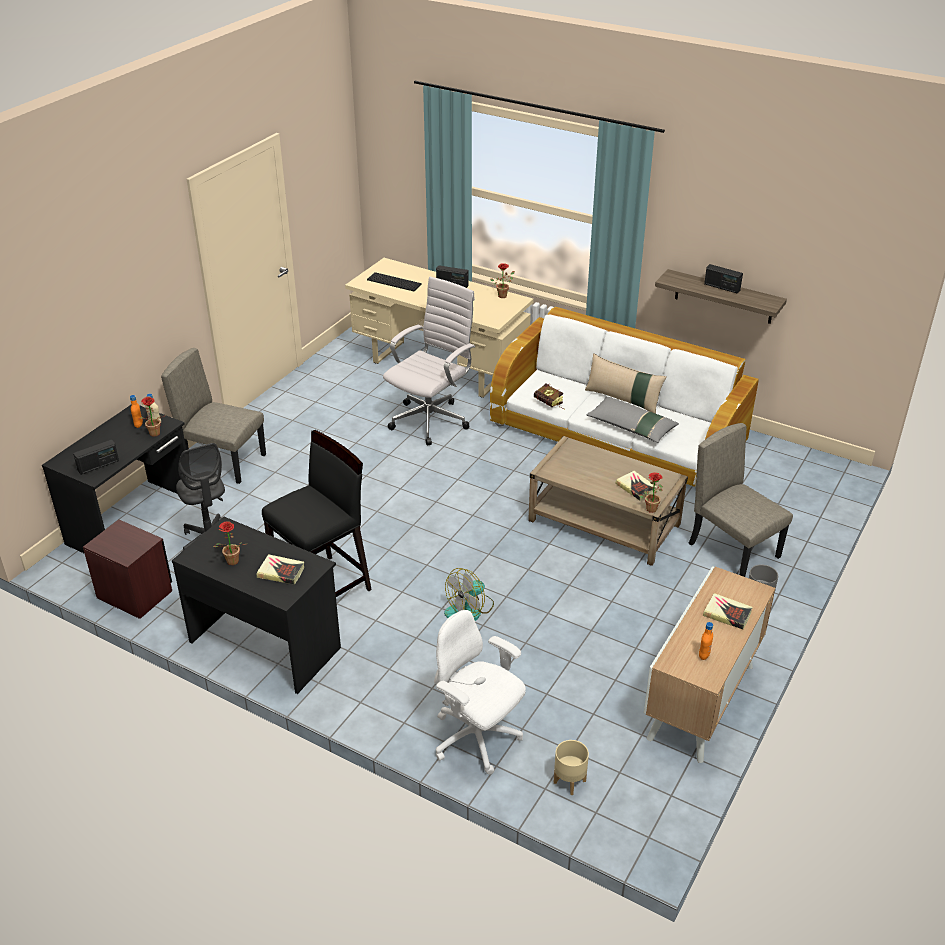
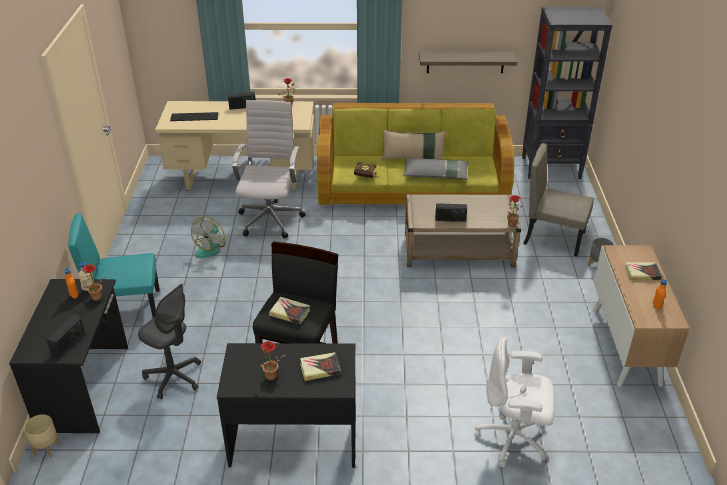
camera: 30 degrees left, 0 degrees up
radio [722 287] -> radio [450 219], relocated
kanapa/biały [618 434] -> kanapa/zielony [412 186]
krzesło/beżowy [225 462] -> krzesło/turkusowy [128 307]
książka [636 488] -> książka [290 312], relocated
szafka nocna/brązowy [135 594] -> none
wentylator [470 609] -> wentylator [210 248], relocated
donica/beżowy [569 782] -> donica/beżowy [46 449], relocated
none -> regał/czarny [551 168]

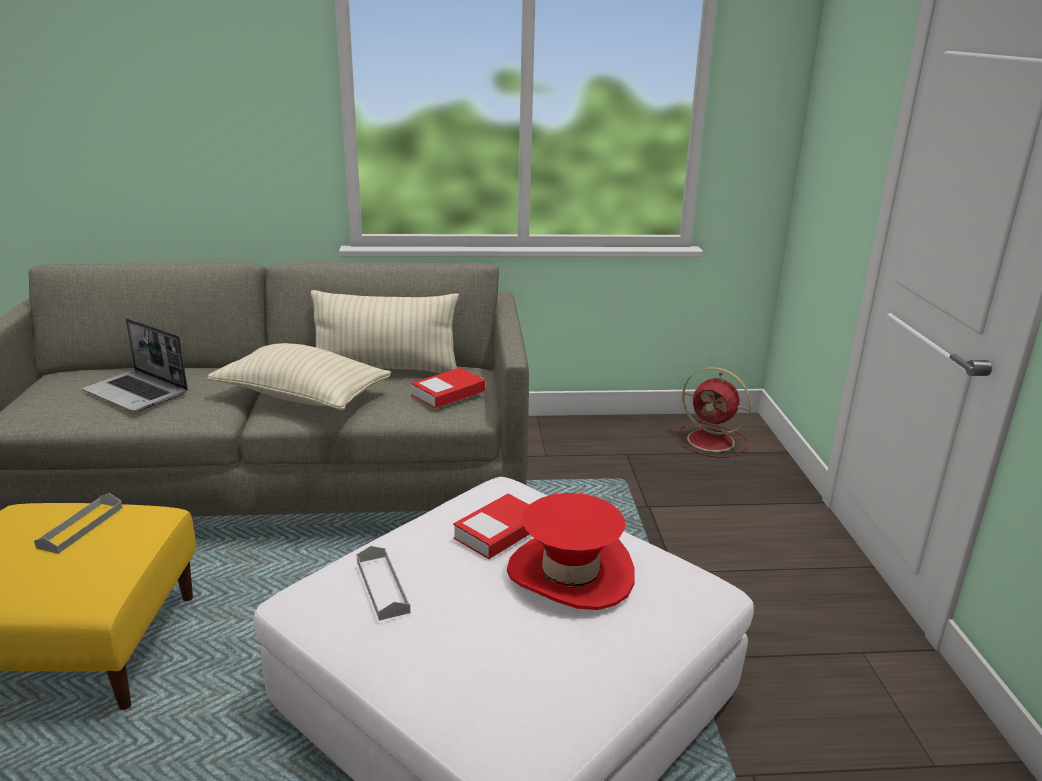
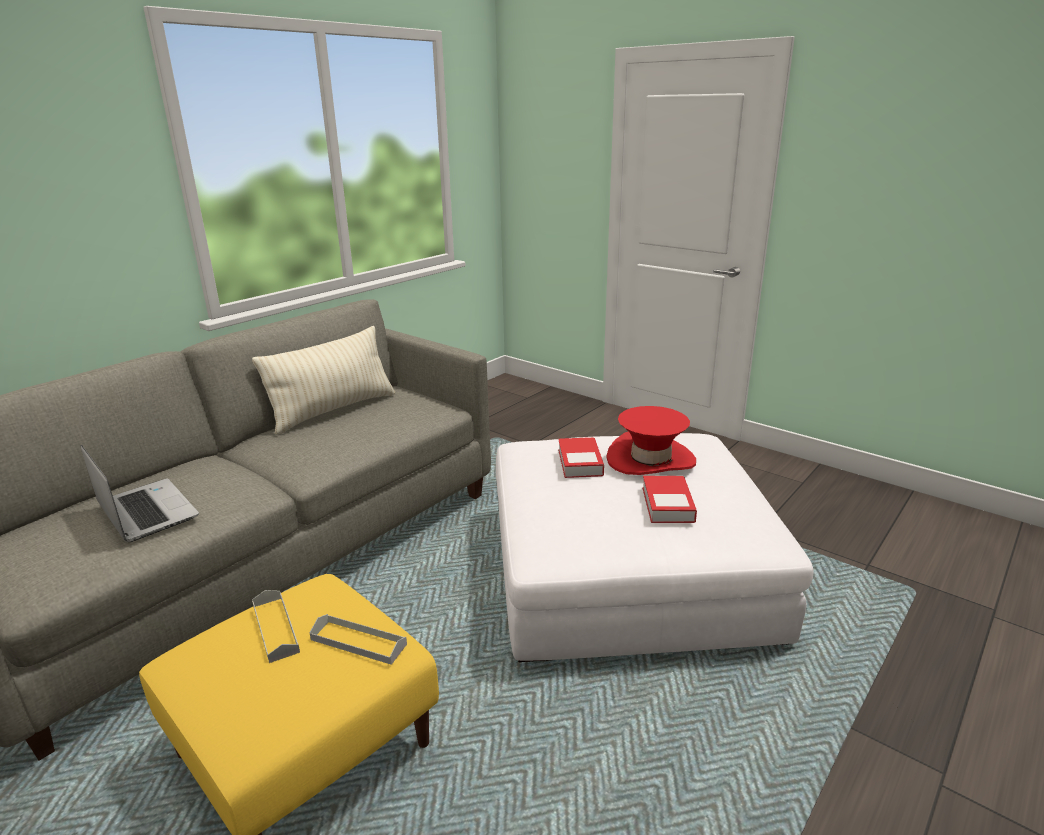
camera: 45 degrees left, 0 degrees up
laptop [138 393] -> laptop [146 512], 120 degrees counterclockwise
poduszka/beżowy [302 397] -> none
wentylator/czerwony [713 441] -> none
książka [448 393] -> książka [667 504], relocated
taca/szary [382 586] -> taca/szary [358 642], relocated

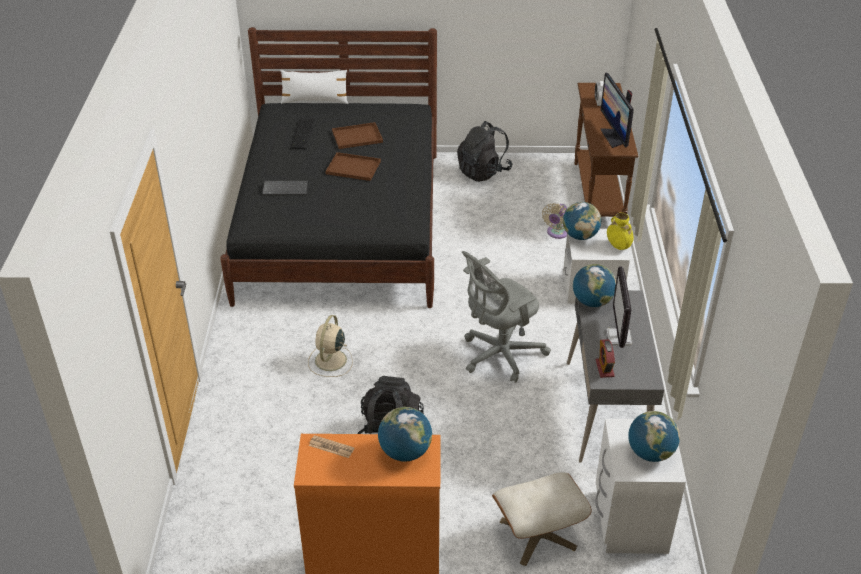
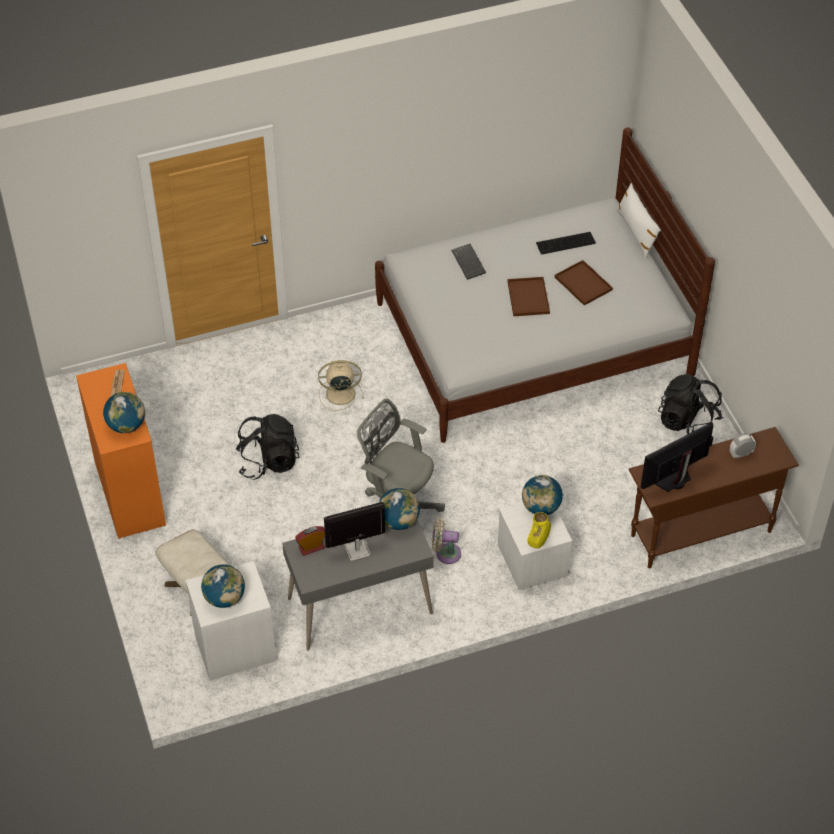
camera: 70 degrees right, 10 degrees up
łóżko/czarny [341 224] -> łóżko/biały [532 338]
wentylator/beżowy [556 233] -> wentylator/beżowy [445 553], relocated

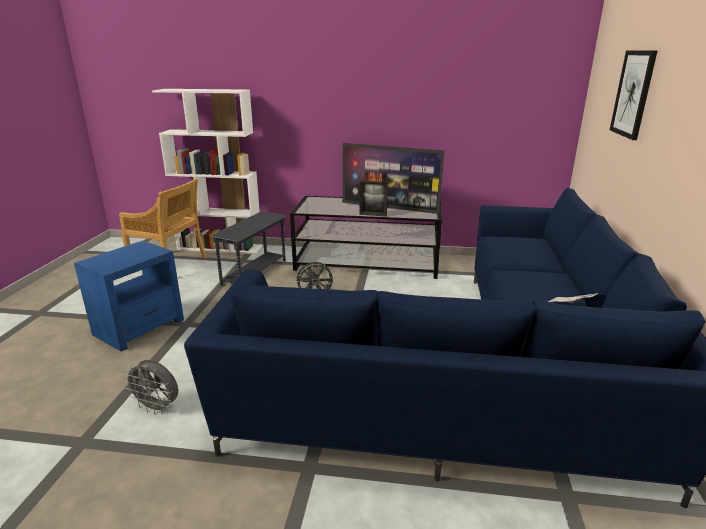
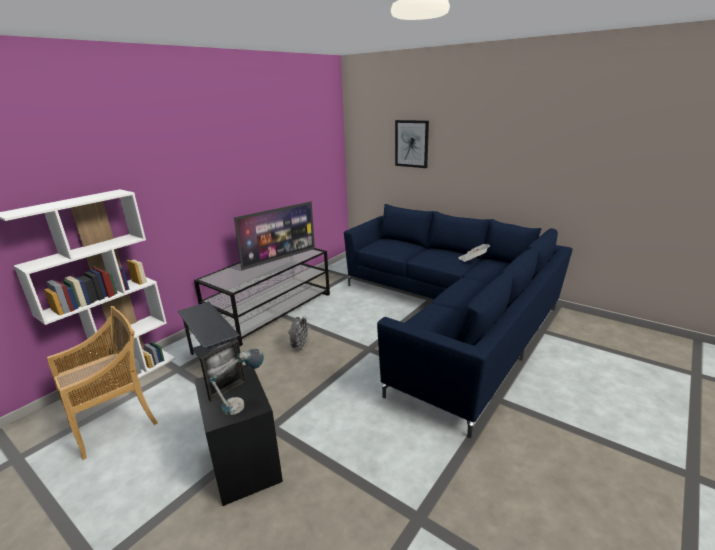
camera: 60 degrees left, 0 degrees up
ramka na zdjęcie [373 215] -> ramka na zdjęcie [227 390], relocated
stolik/niebieski [140 327] -> stolik/czarny [244 462]
wentylator/szary [158 408] -> none
none -> lampa stołowa [243 404]

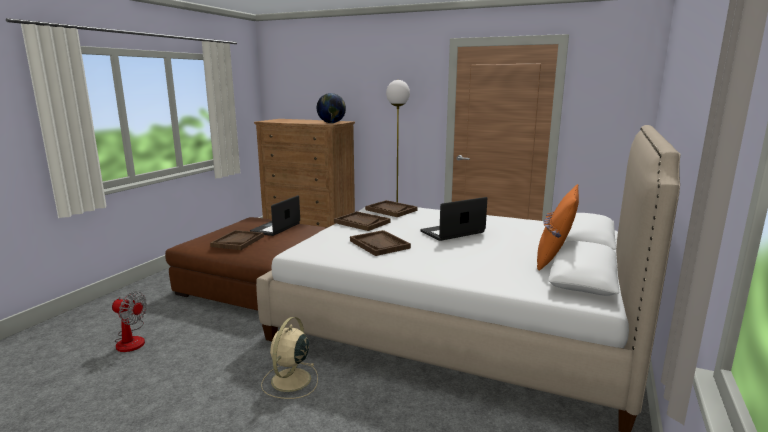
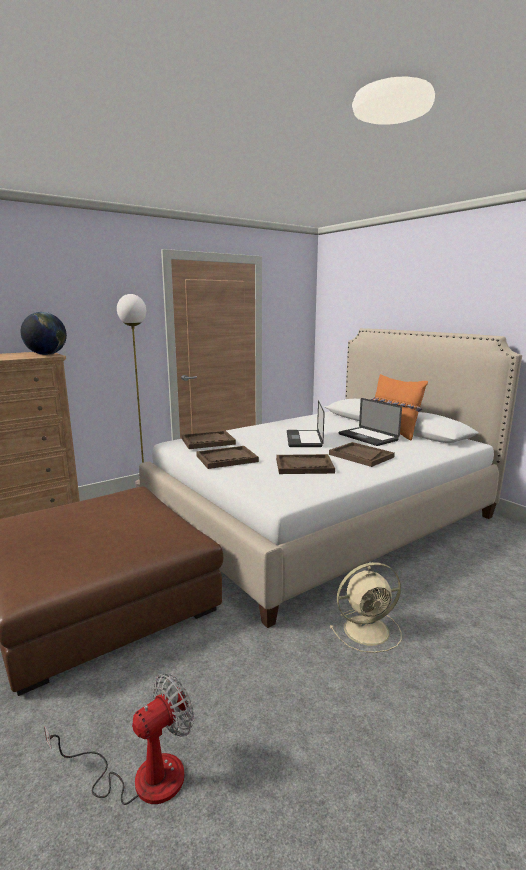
camera: 60 degrees left, 0 degrees up
laptop [276 228] -> laptop [368 437], relocated
taca/brązowy [238 241] -> taca/brązowy [361 456], relocated
wentylator/beżowy [290 381] -> wentylator/beżowy [368 629], 60 degrees counterclockwise

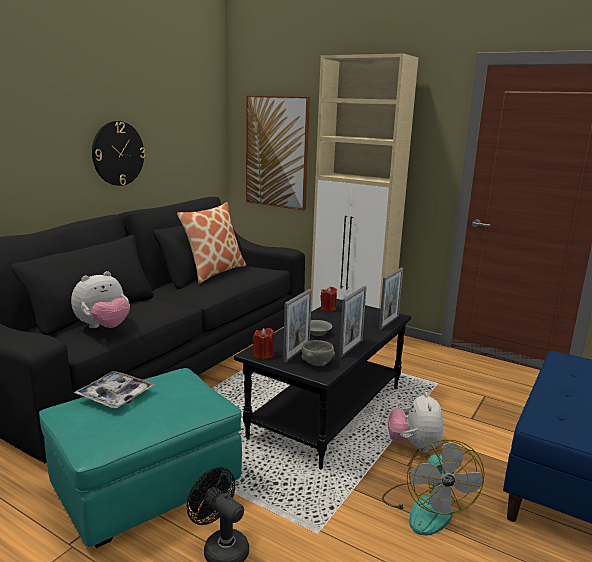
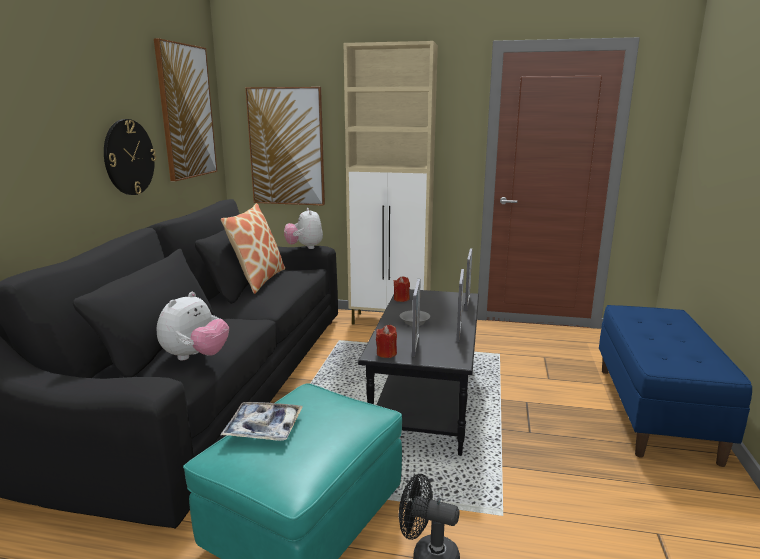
camera: 20 degrees left, 0 degrees up
miska/szary [316 363] -> none
pluszak [414 446] -> pluszak [304 247], relocated
wentylator [426 508] -> none
none -> obraz [186 112]

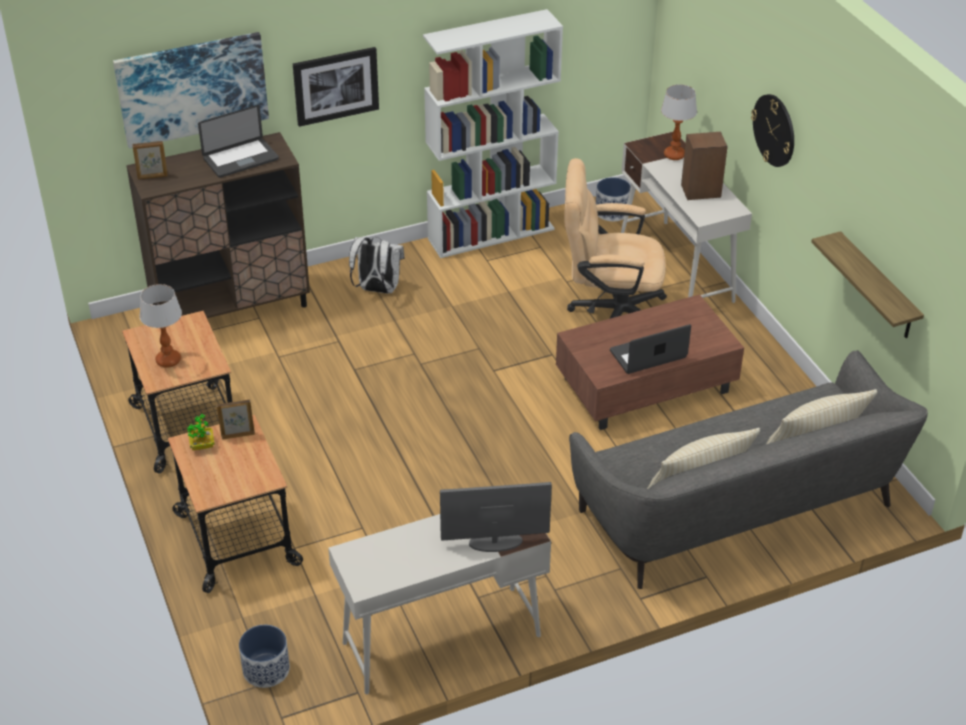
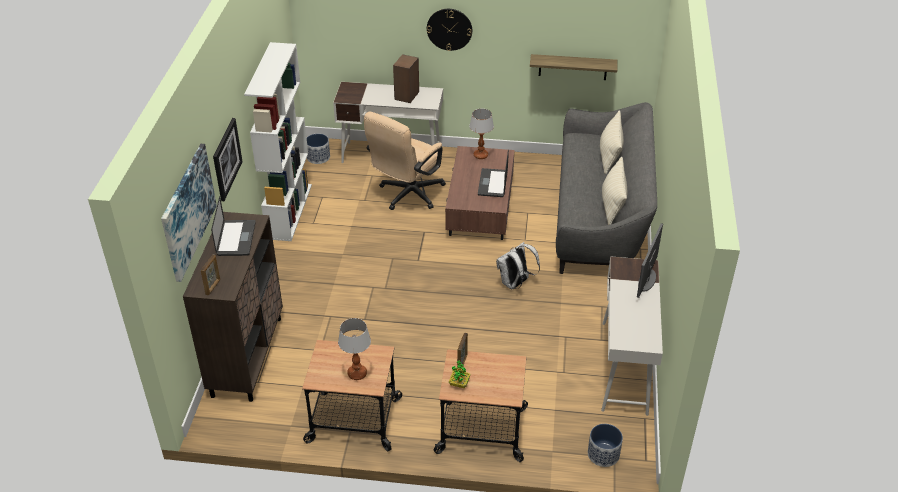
camera: 60 degrees left, 0 degrees up
lampa stołowa [674 155] -> lampa stołowa [481 155], relocated
plecak/biały [377 289] -> plecak/biały [515 284], relocated

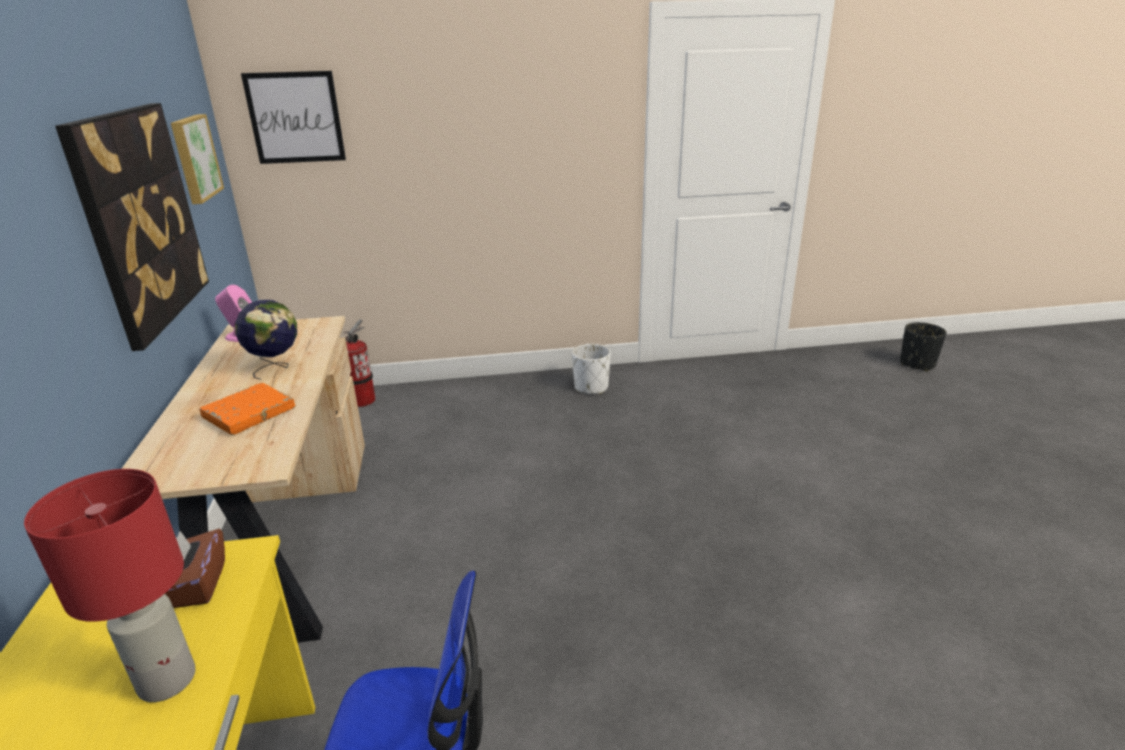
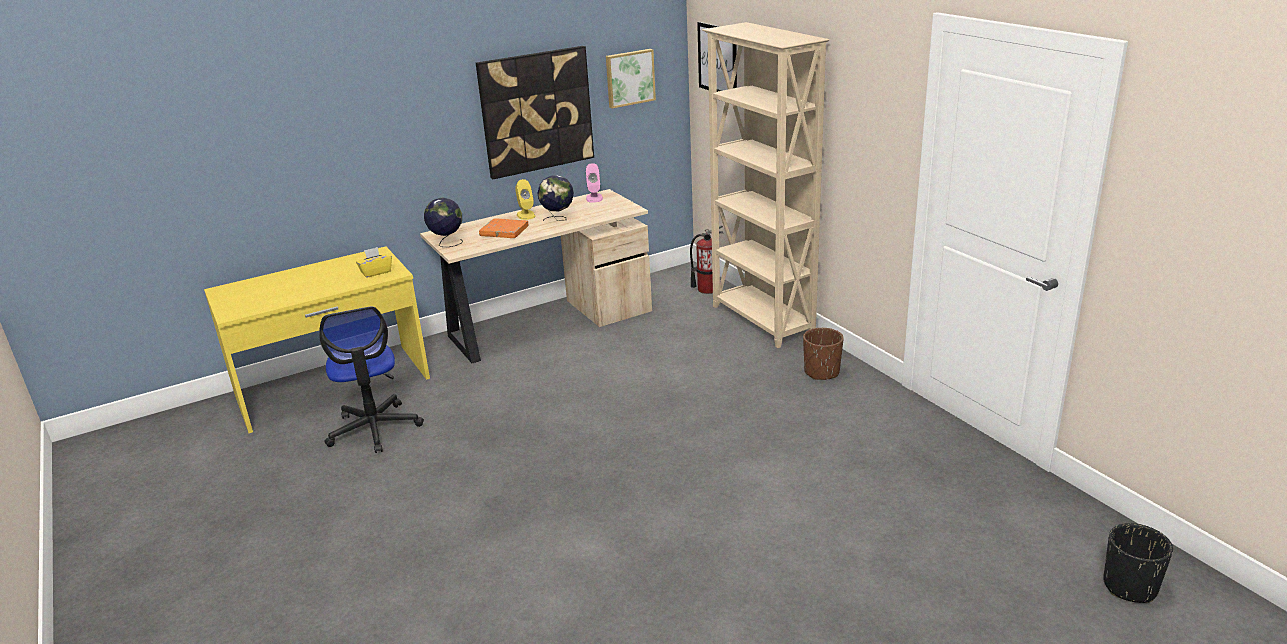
camera: 70 degrees right, 0 degrees up
donica/biały [591 387] -> donica/brązowy [822 372]
lampa stołowa/czerwony [168 680] -> none
pudełko chusteczek/brązowy [197 585] -> pudełko chusteczek/żółty [376 272]
none -> regał/beżowy [762 321]
none -> głośnik/żółty [526 215]
none -> globus [447 243]

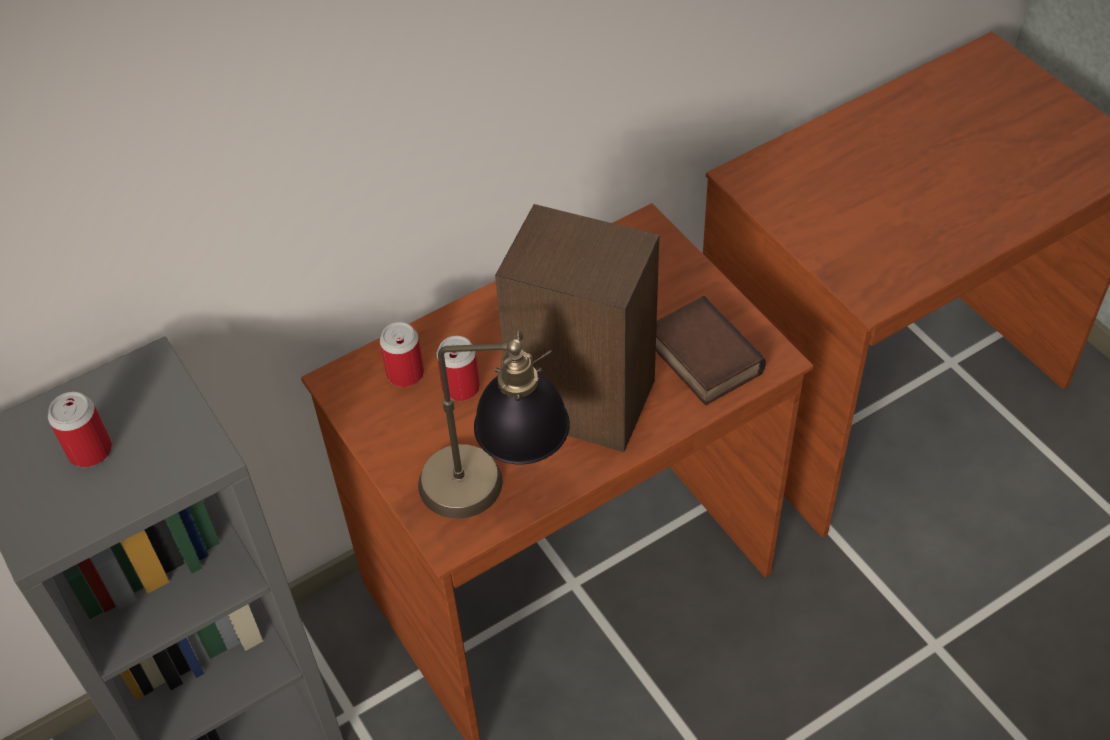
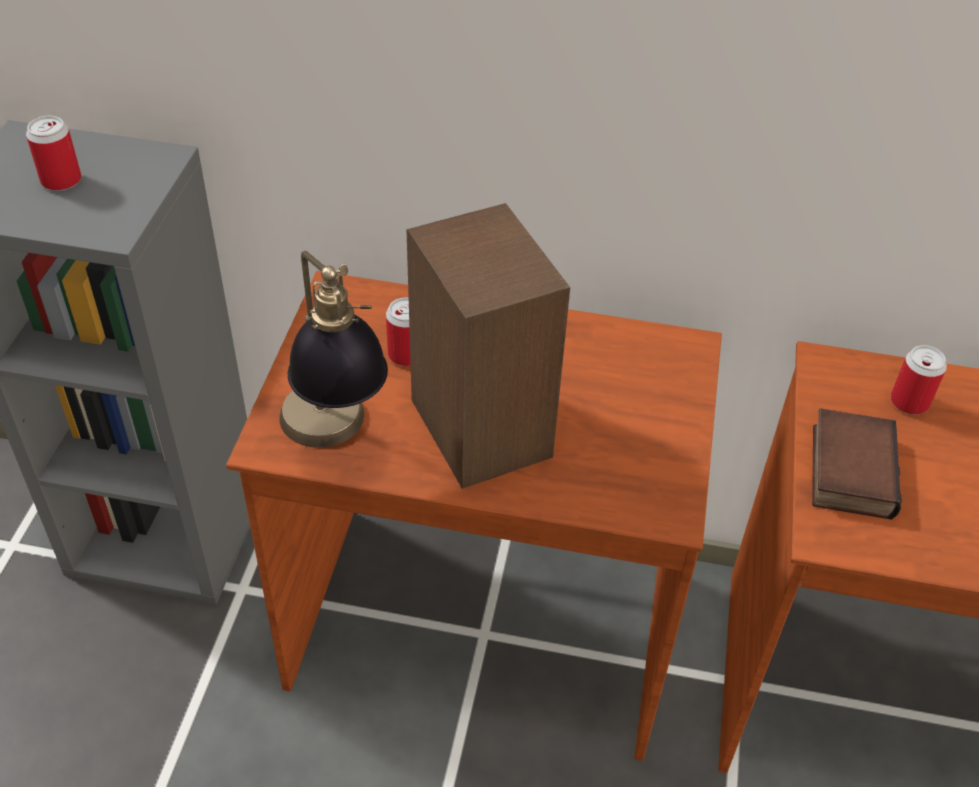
camera: 40 degrees right, 5 degrees down
książka [700 357] -> książka [848 469], relocated
puszka [405 374] -> puszka [909 402], relocated

